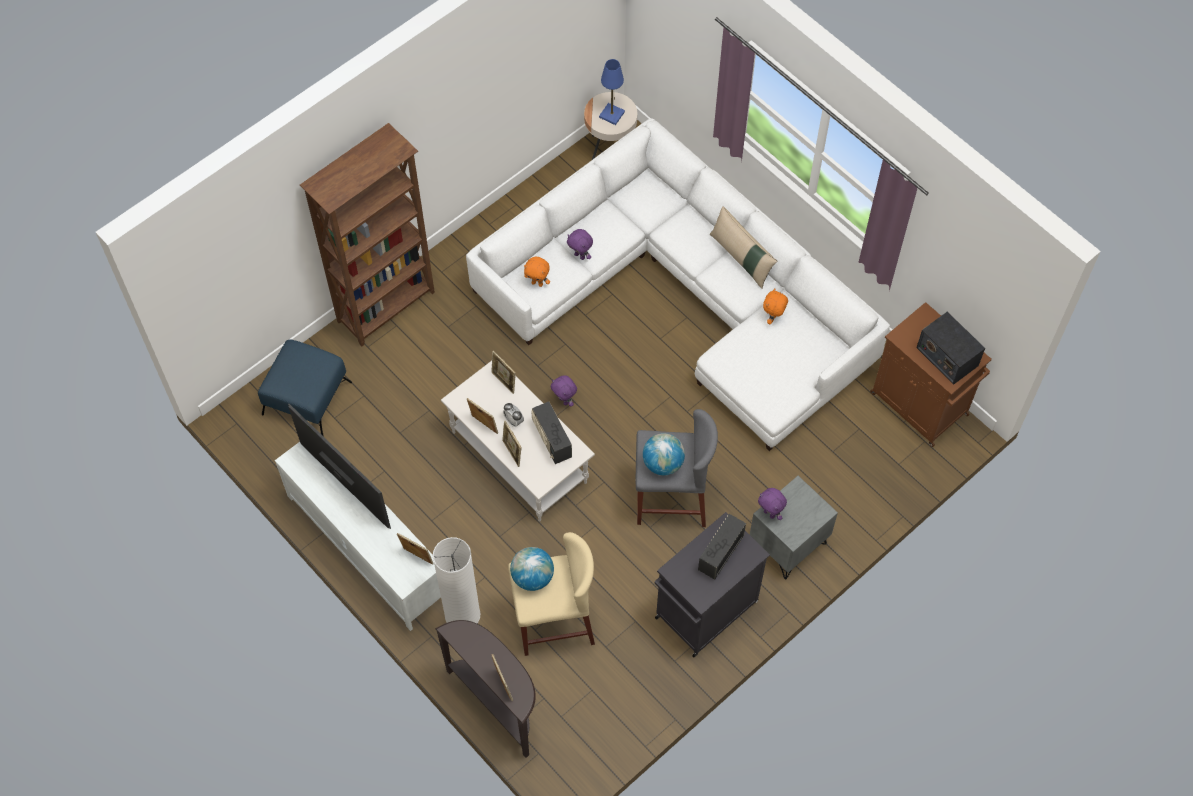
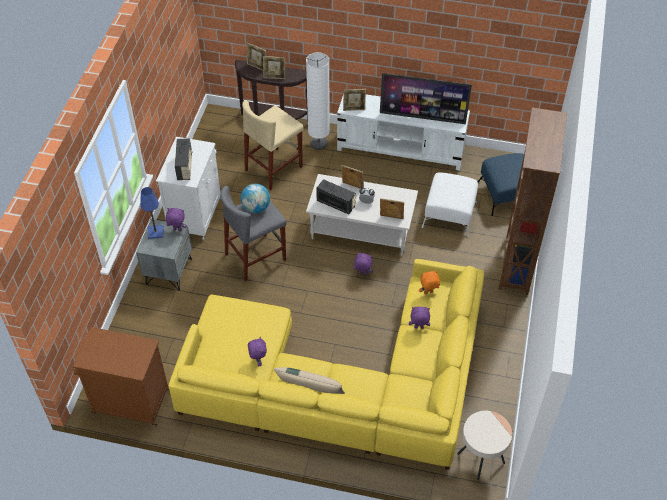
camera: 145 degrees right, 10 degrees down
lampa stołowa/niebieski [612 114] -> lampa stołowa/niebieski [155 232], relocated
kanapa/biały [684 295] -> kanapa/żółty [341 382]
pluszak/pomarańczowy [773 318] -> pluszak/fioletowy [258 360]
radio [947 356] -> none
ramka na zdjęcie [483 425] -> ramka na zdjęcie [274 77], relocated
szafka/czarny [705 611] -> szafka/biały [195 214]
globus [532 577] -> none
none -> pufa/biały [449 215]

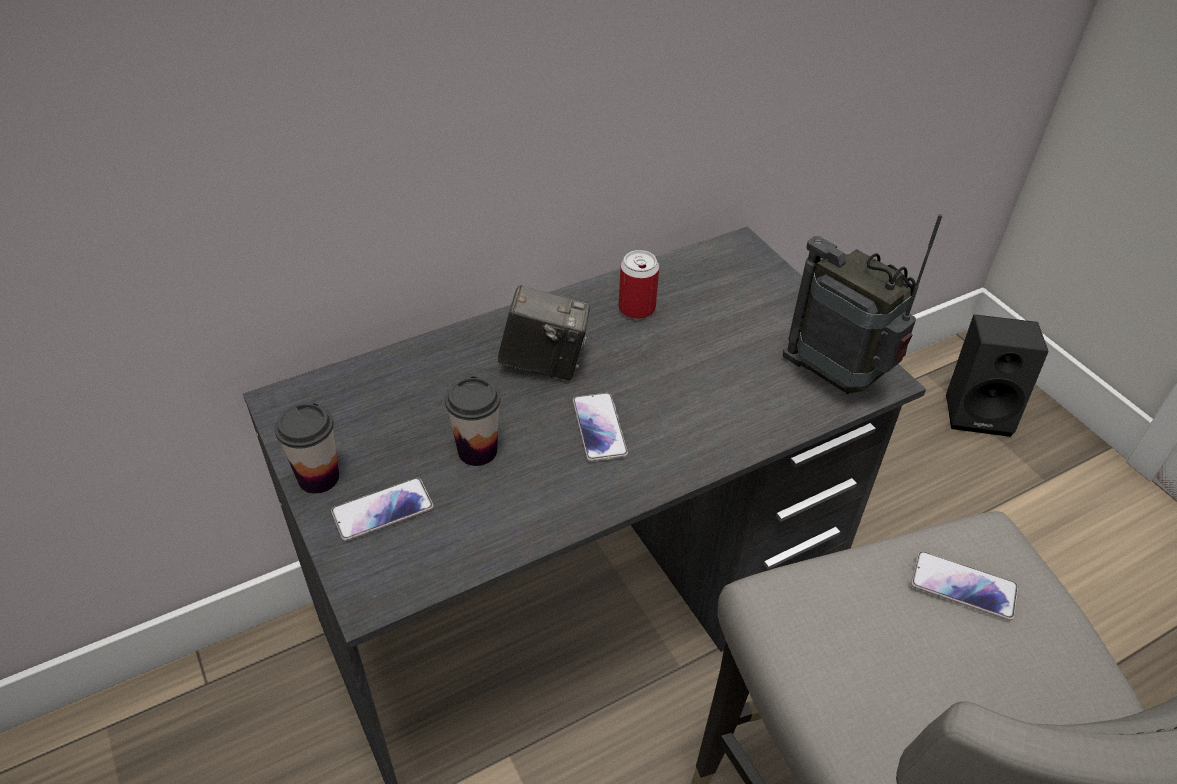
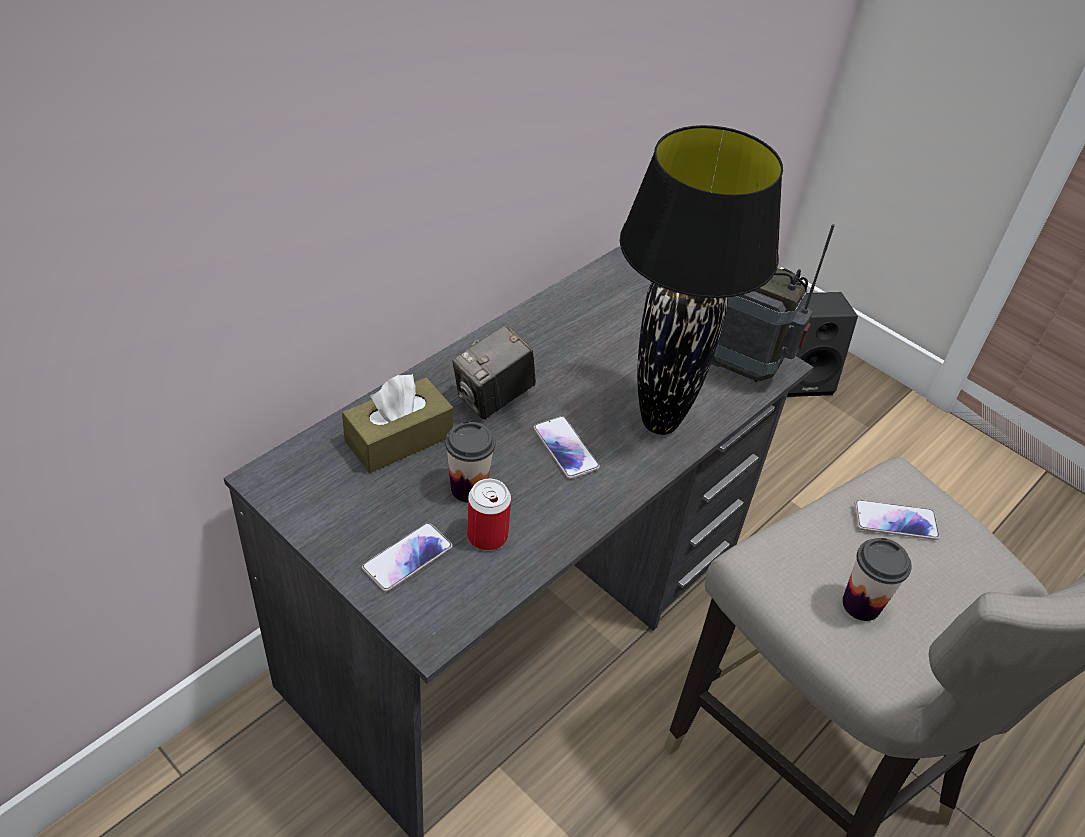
camera: 20 degrees left, 0 degrees up
puszka [636 308] -> puszka [487 535], relocated
aparat fotograficzny [544 362] -> aparat fotograficzny [493 399], 150 degrees clockwise
filiżanka [318 477] -> filiżanka [861 604], relocated
none -> lampa stołowa/czarny [661 423]
none -> pudełko chusteczek/brązowy [399 438]

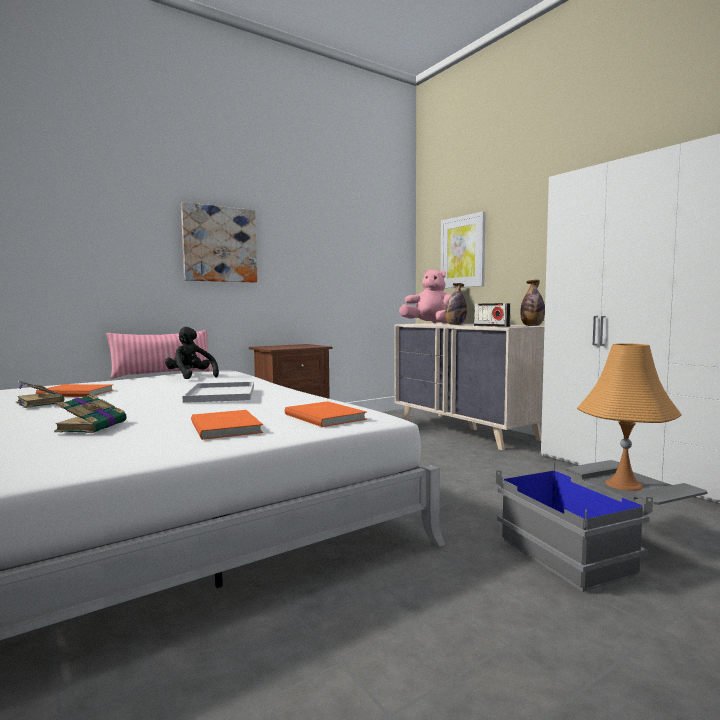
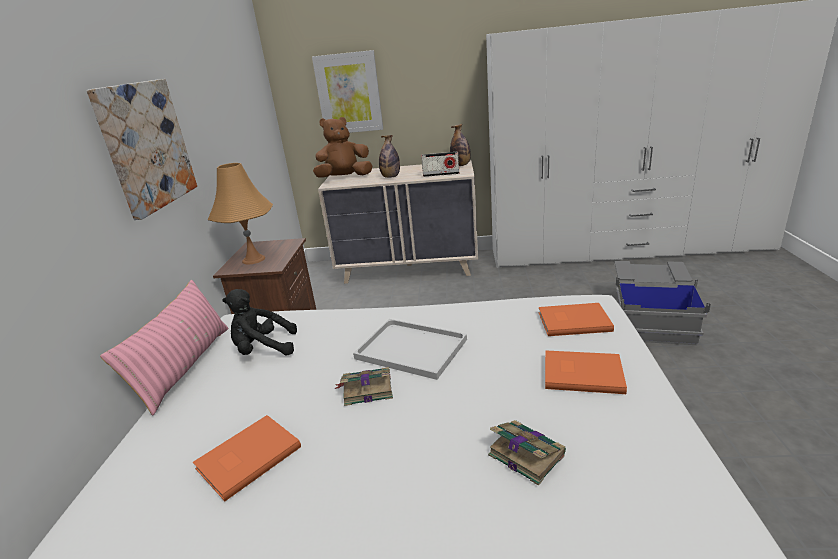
camera: 50 degrees left, 20 degrees up
pluszak/różowy [430 323] -> pluszak/brązowy [344 178]
lampa stołowa/pomarańczowy [624 484] -> lampa stołowa/pomarańczowy [254 259], relocated
książka [39 403] -> książka [366 389], relocated

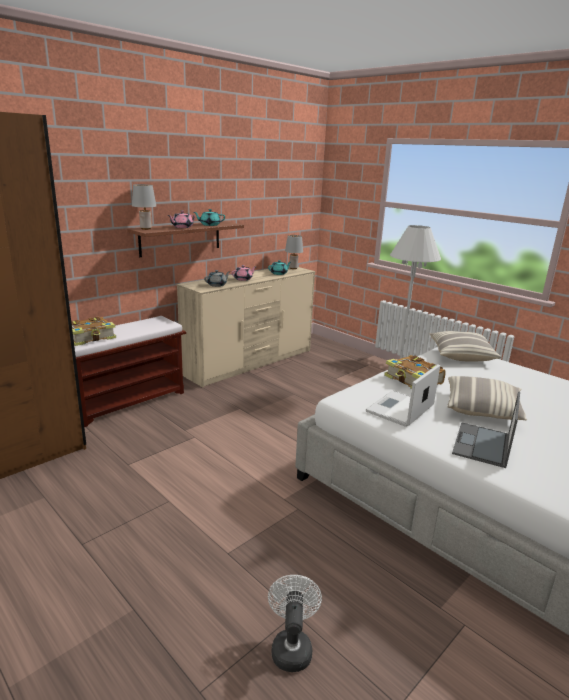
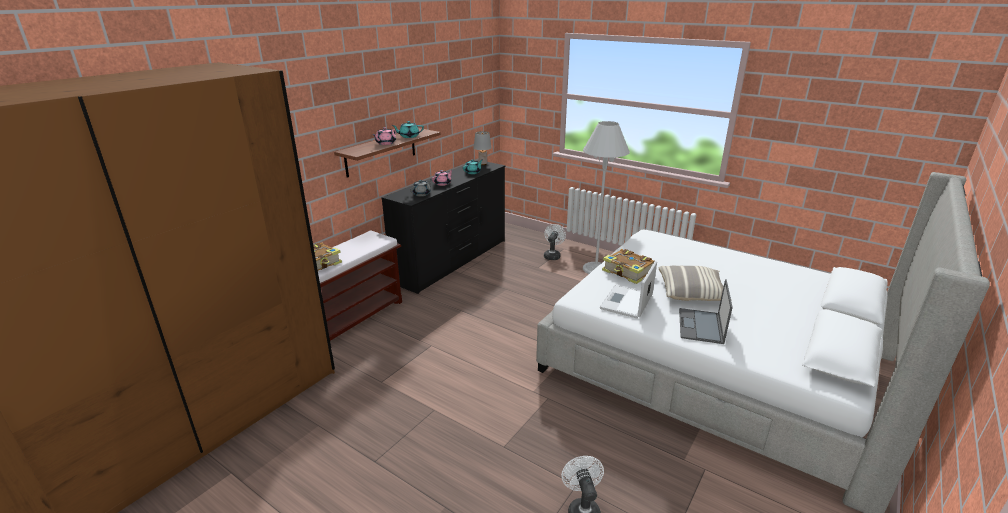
camera: 10 degrees left, 5 degrees up
lampa stołowa/szary [146 229] -> none
komoda/beżowy [250 362] -> komoda/czarny [453 261]
poduszka [460 355] -> none
none -> wentylator/biały [552 255]

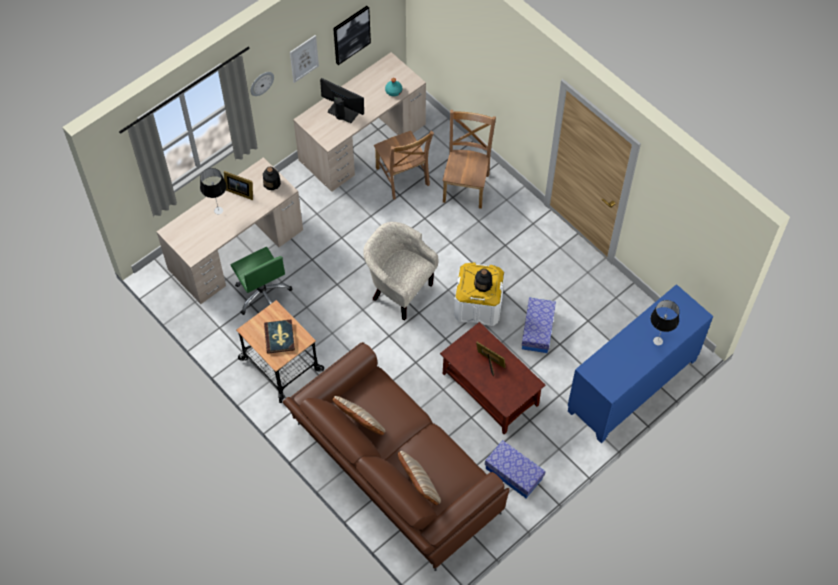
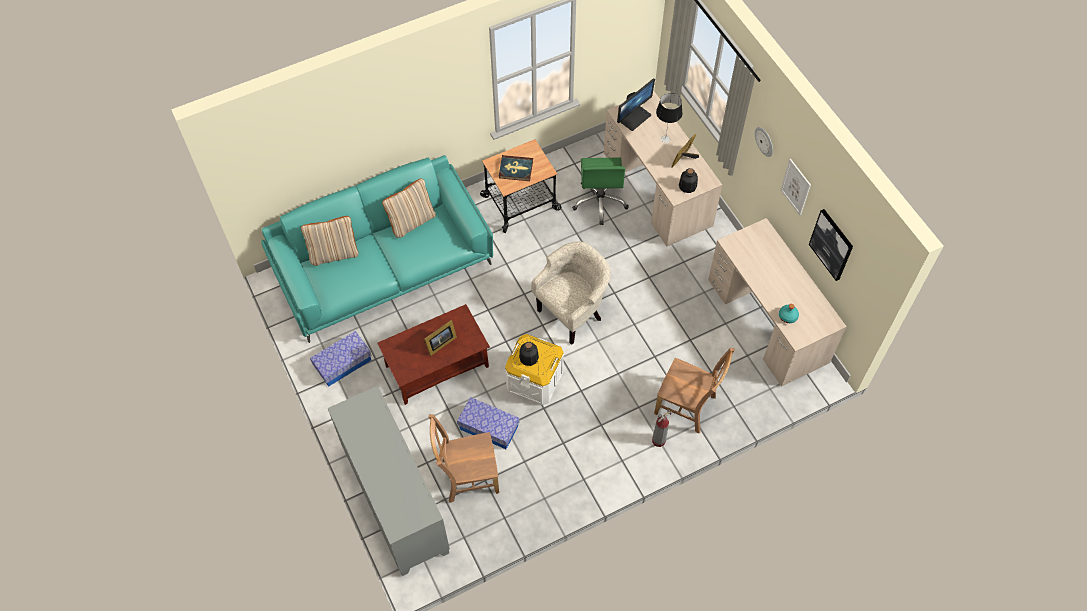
camera: 105 degrees right, 0 degrees up
monitor [343 111] -> monitor [634 117], relocated
krzesło/brązowy [403 178] -> krzesło/brązowy [467 476], relocated
krzesło biurowe/zielony [263 294] -> krzesło biurowe/zielony [600 201], 75 degrees counterclockwise
szafka/niebieski [632 386] -> szafka/szary [394 500]
lampa stołowa [657 341] -> none
kanapa/brązowy [393 470] -> kanapa/turkusowy [384 267]
none -> gaśnica [658 440]

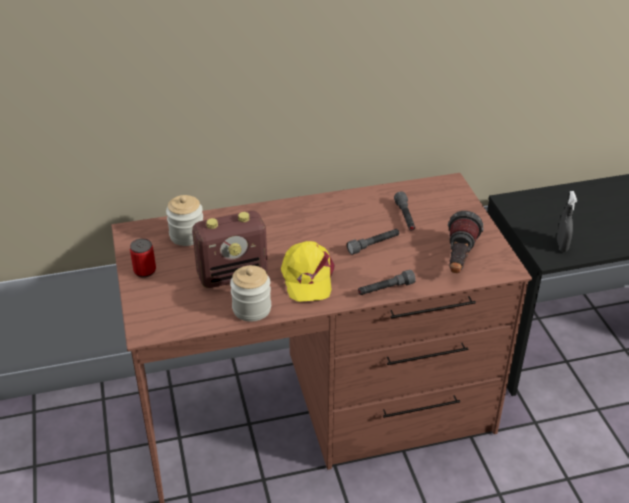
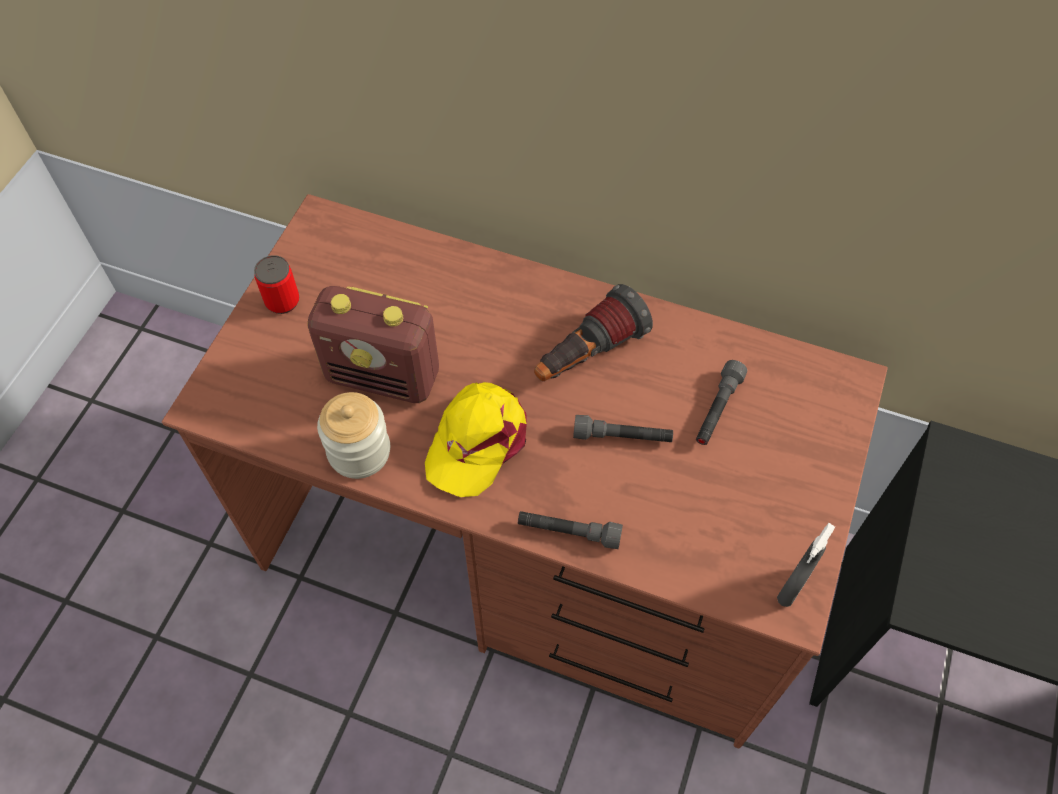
camera: 35 degrees right, 20 degrees up
spryskiwacz/szary [562 245] -> spryskiwacz/szary [792 587], relocated
słoik [187 235] -> none
latarka [459 259] -> latarka [587 356], relocated

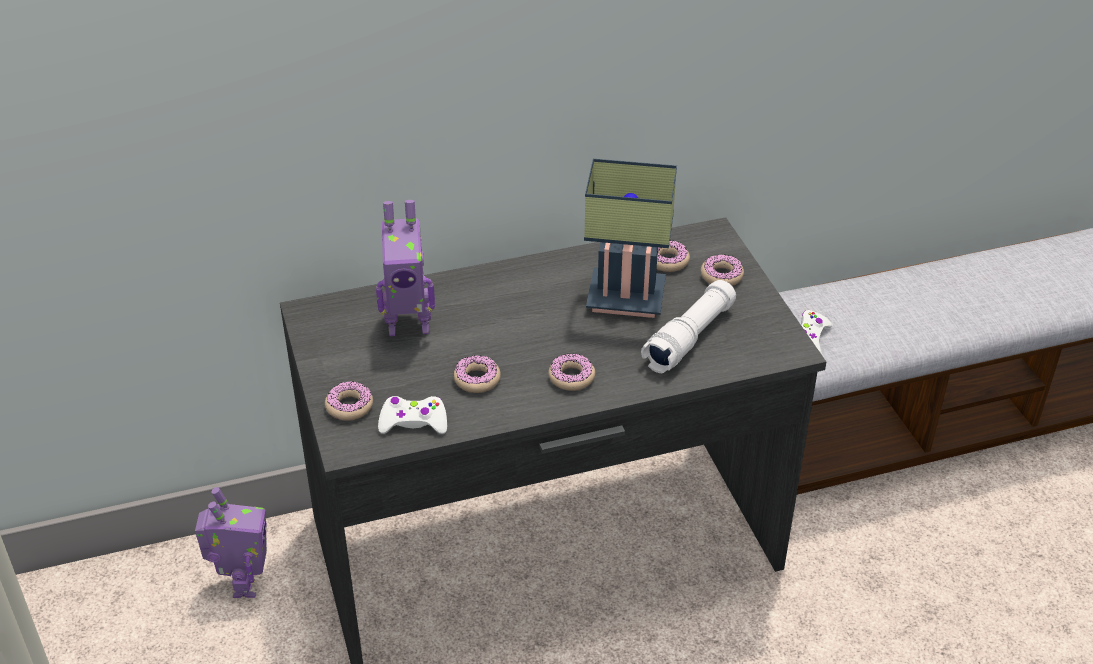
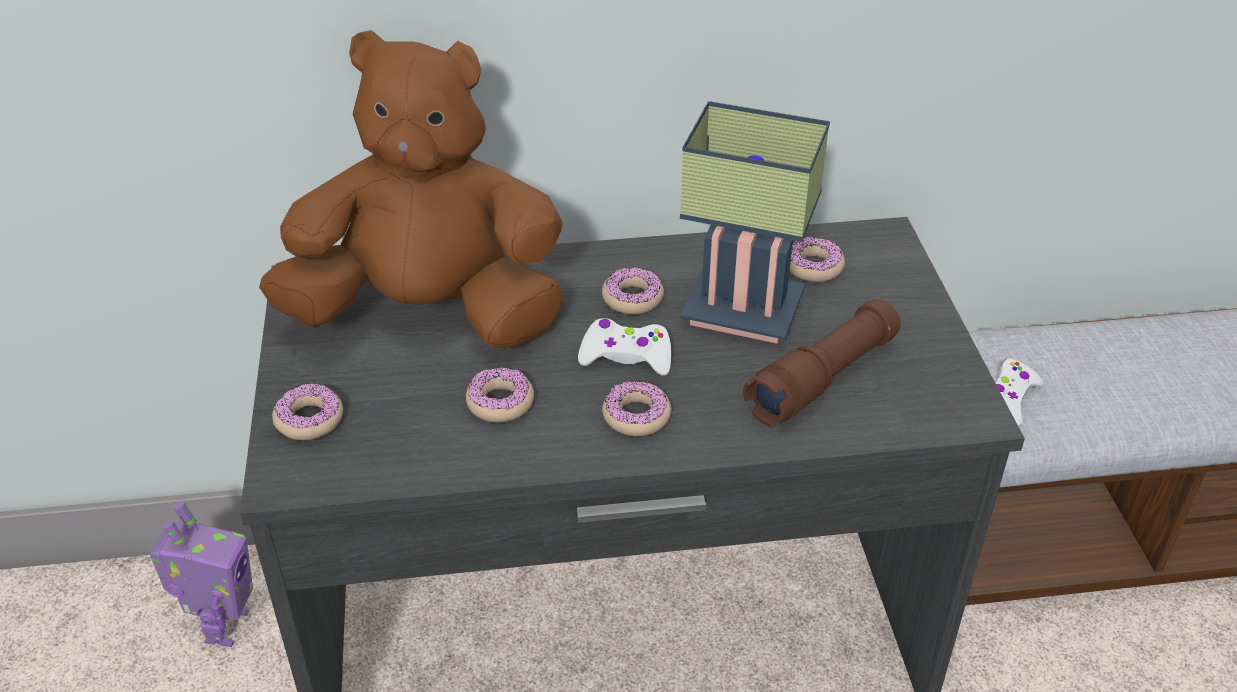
camera: 10 degrees right, 0 degrees up
robot zabawkowy [408 325] -> pluszak/brązowy [430 314]
donut [721 276] -> donut [632 298], relocated
latarka/biały [689 338] -> latarka/brązowy [822 378]
pad do gier/biały [413 422] -> pad do gier/biały [626 356], relocated

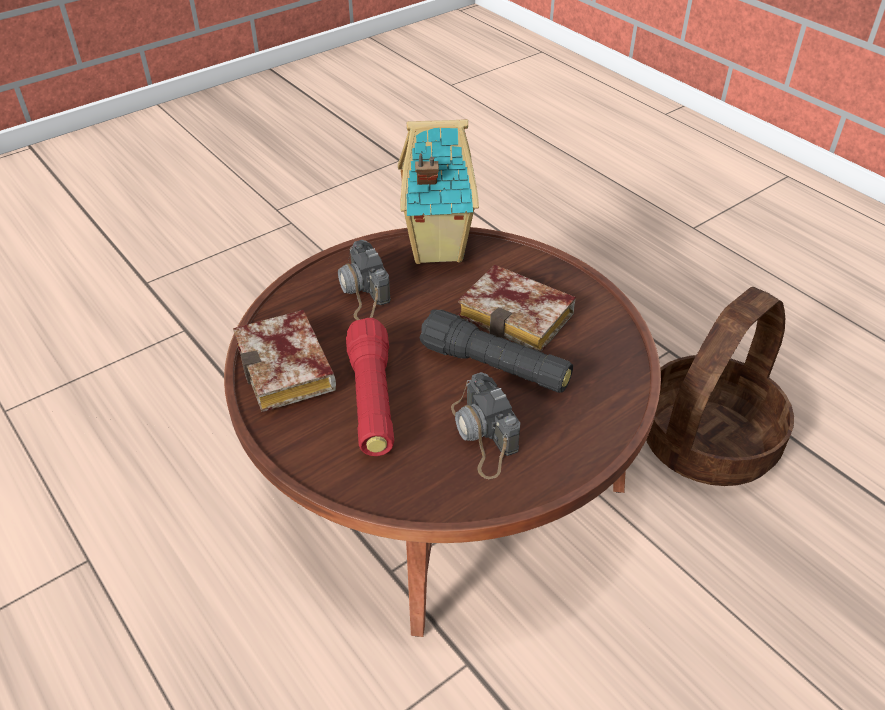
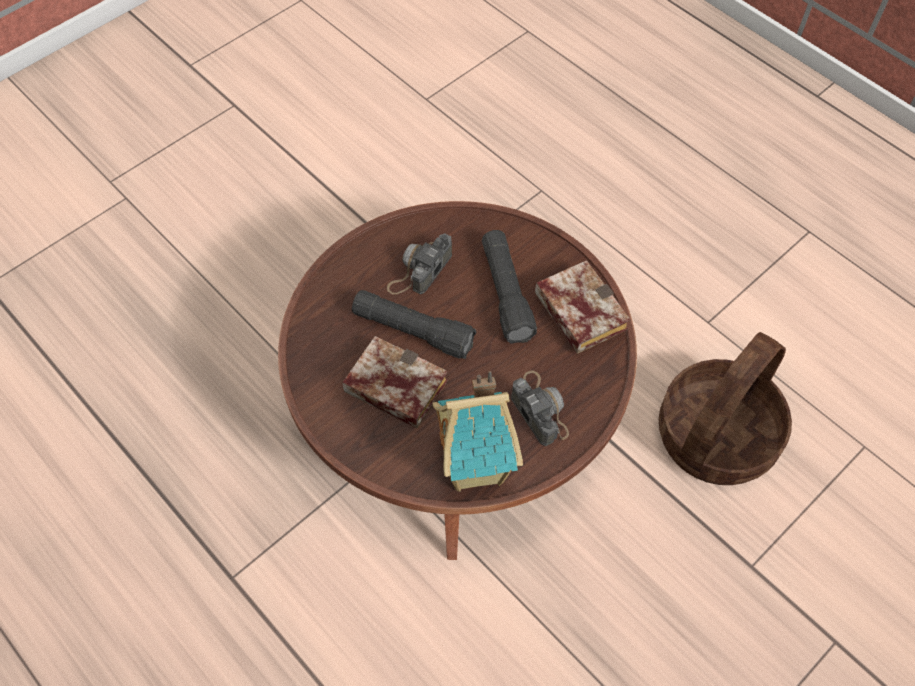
camera: 175 degrees right, 15 degrees up
koszyk [706 439] -> koszyk [716 436], relocated
latarka/czerwony [372 400] -> latarka/czarny [506 294]
aparat fotograficzny [483 435] -> aparat fotograficzny [420 270], 120 degrees counterclockwise

